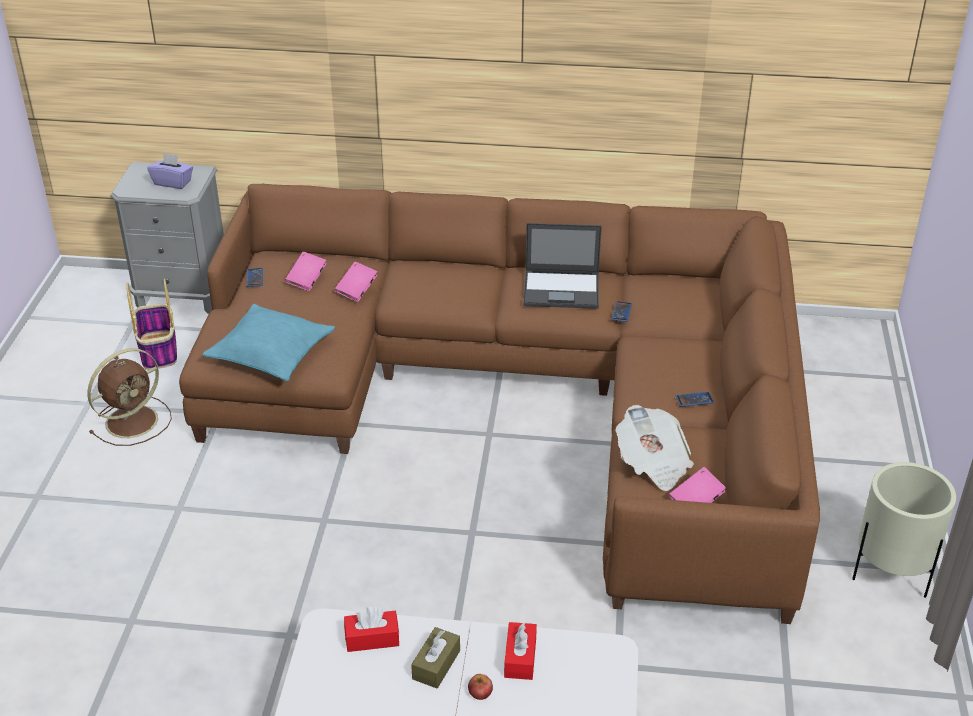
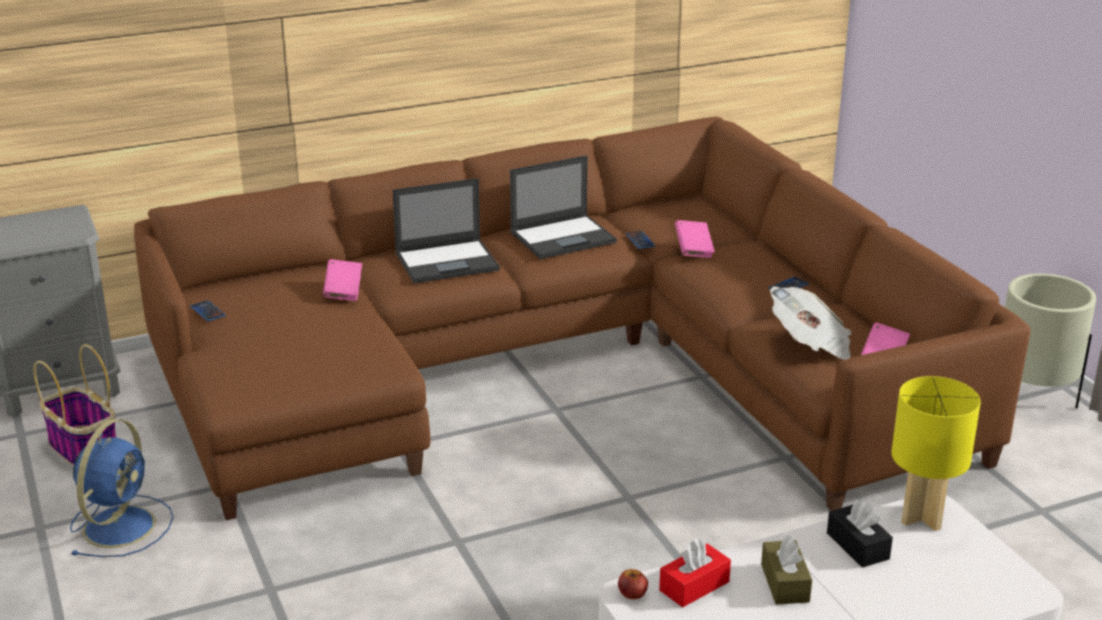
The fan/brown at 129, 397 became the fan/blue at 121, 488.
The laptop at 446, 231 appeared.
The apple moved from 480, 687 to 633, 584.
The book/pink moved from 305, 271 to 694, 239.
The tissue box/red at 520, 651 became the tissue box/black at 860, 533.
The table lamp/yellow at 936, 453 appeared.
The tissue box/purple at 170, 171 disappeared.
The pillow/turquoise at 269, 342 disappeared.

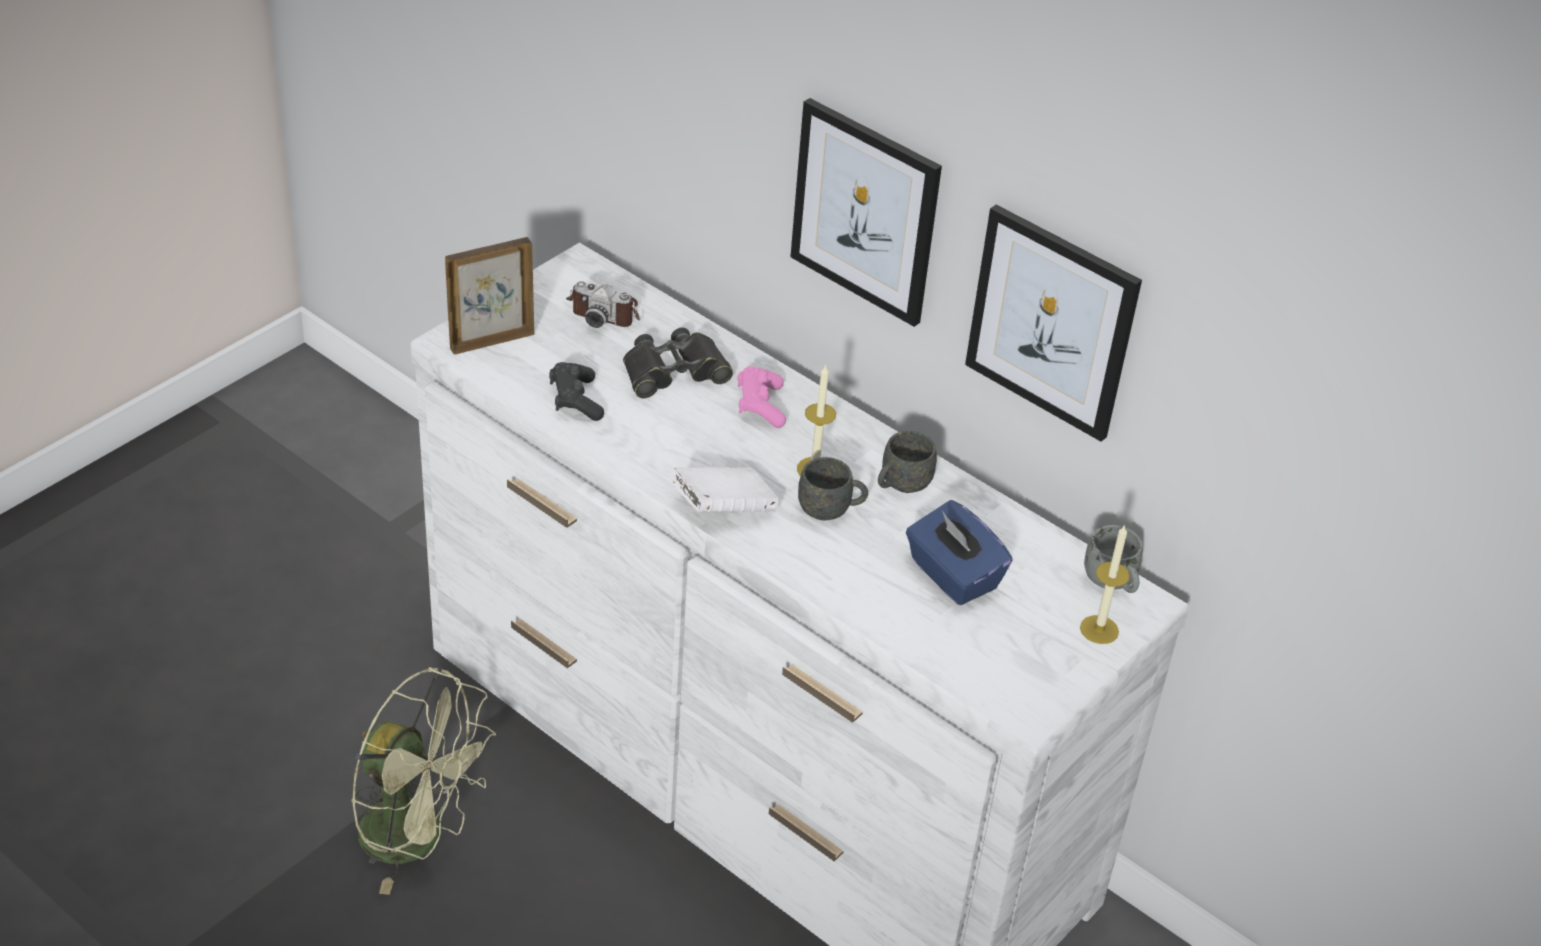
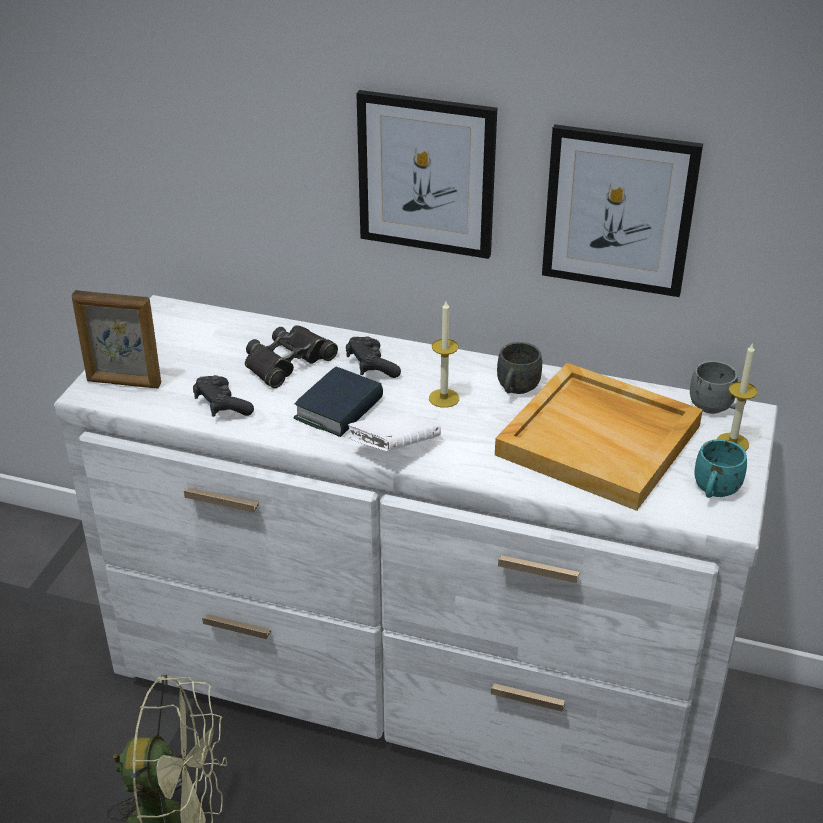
The picture frame at 489, 296 turned 120 degrees counterclockwise.
The book at 338, 402 appeared.
The game controller/pink at 762, 397 became the game controller/black at 373, 357.
The tissue box/blue at 959, 552 was replaced by the tray/beige at 599, 437.
The mug/turquoise at 720, 468 appeared.
The photo camera at 603, 304 disappeared.
The mug/grey at 833, 488 disappeared.

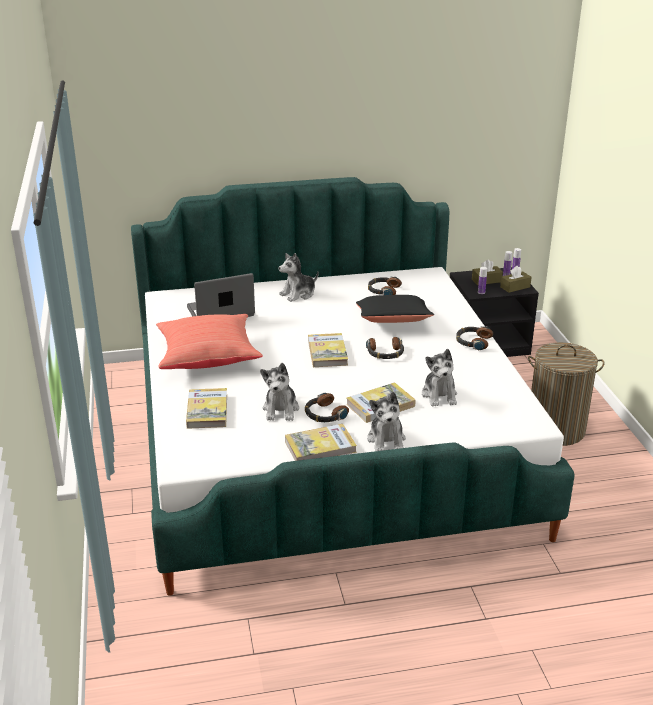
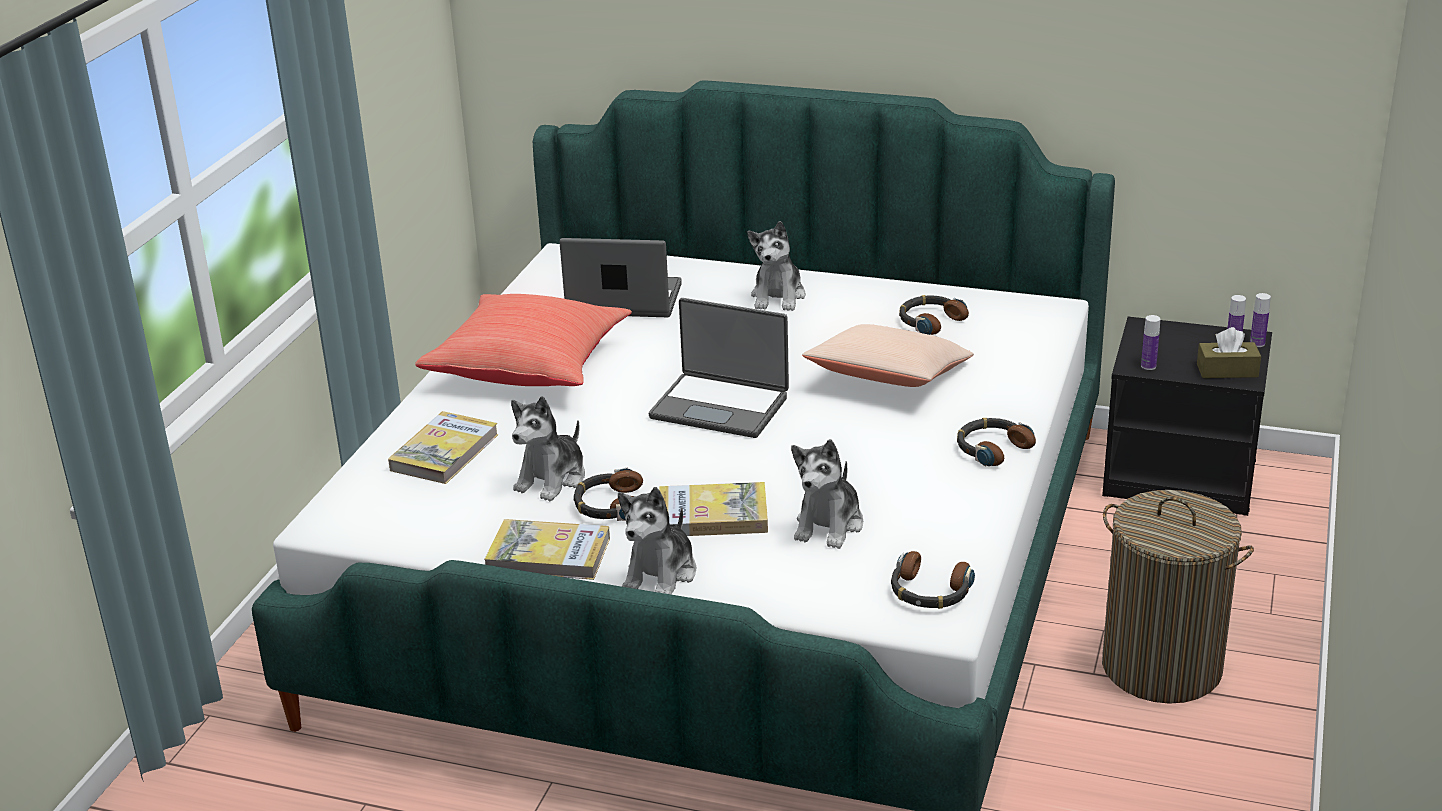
The book at 328, 350 was replaced by the laptop at 719, 368.
The plush toy at 299, 277 turned 75 degrees counterclockwise.
The pillow/black at 395, 309 became the pillow/beige at 888, 355.
The headphones moved from 385, 348 to 933, 580.
The tissue box/brown at 487, 272 disappeared.

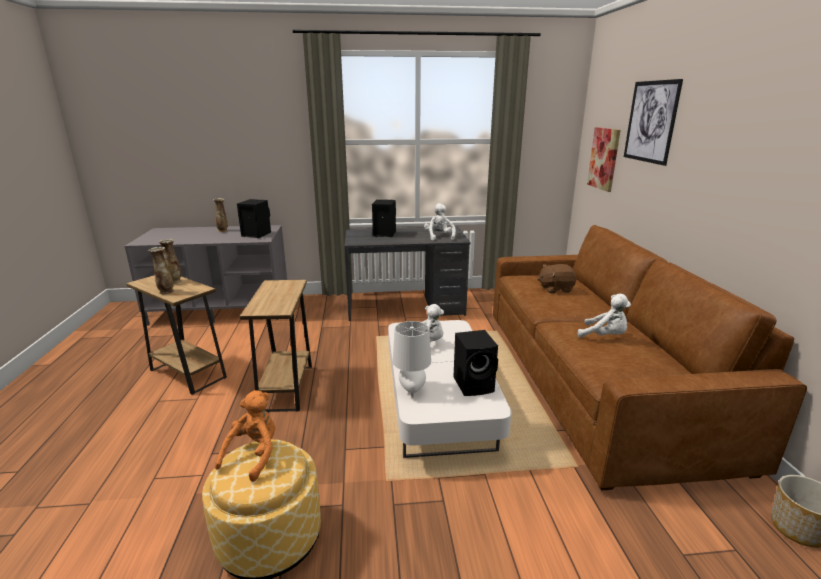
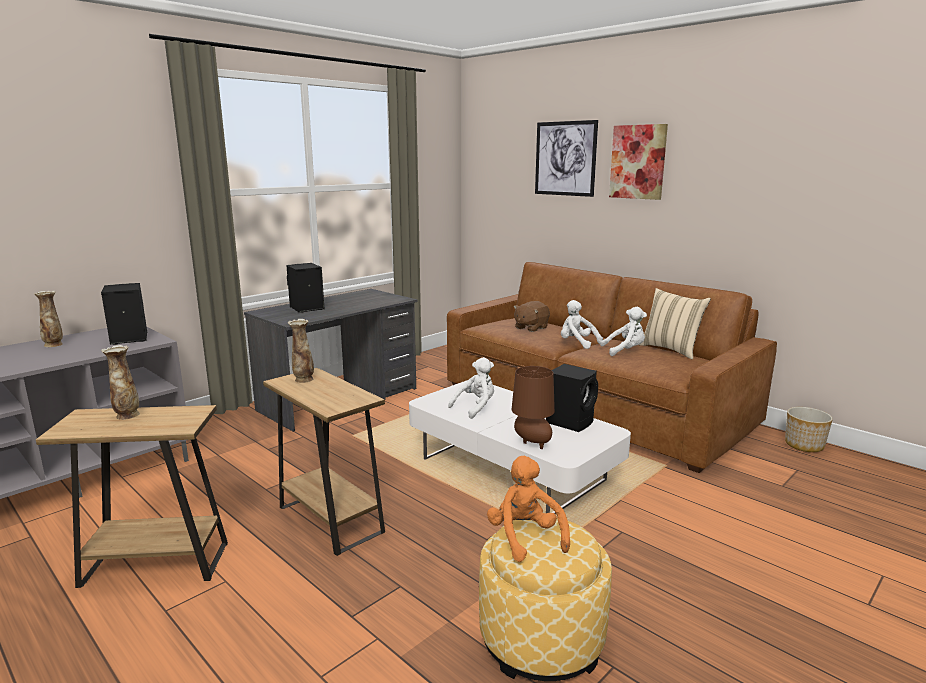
The vase moved from 161, 270 to 301, 351.
The table lamp/white at 412, 359 became the table lamp/brown at 533, 407.
The plush toy/white moved from 440, 222 to 582, 324.
The picture moved from 604, 159 to 638, 162.
The pillow/beige at 675, 323 appeared.

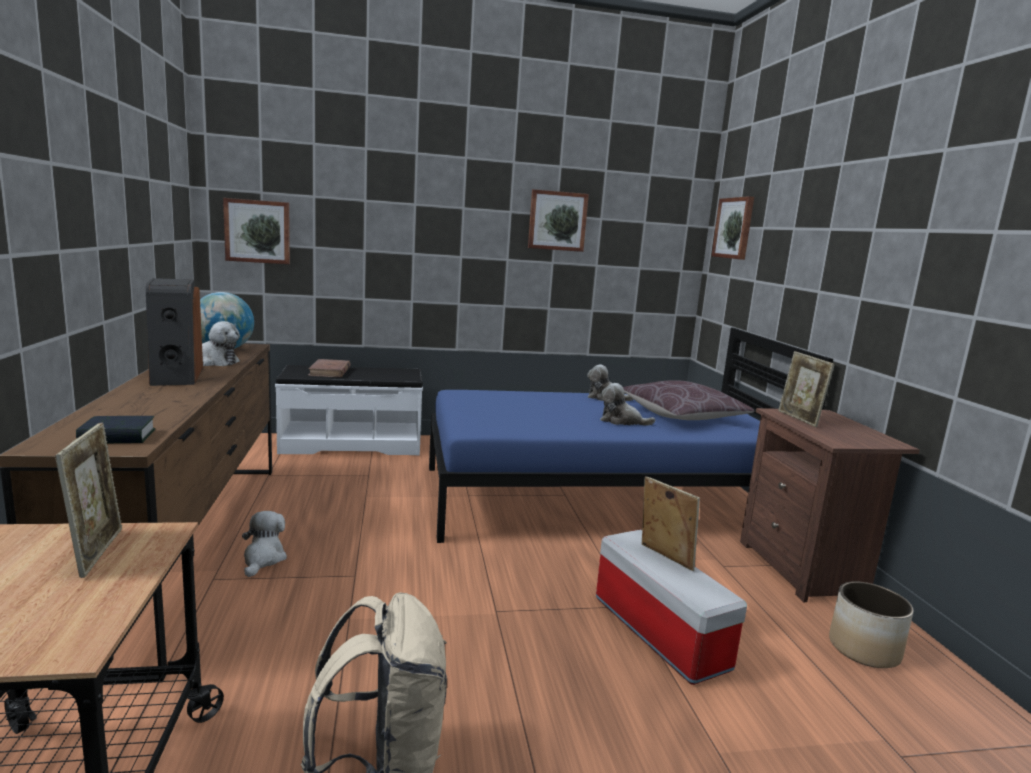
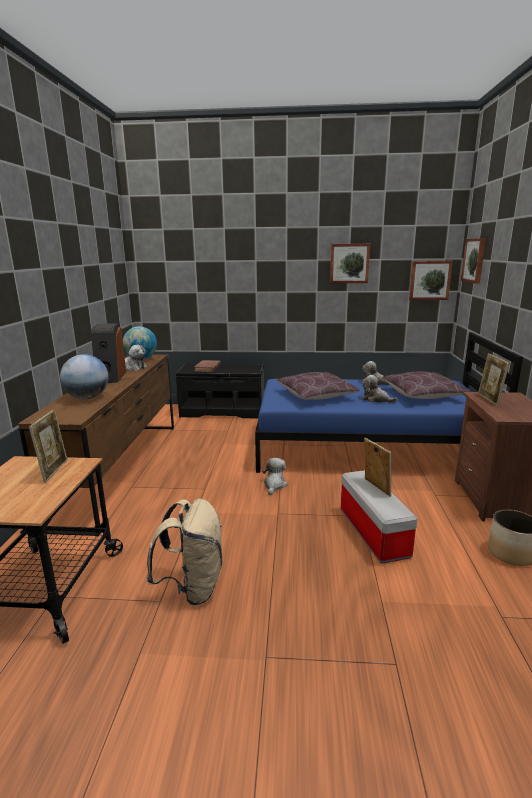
The globe at 84, 376 appeared.
The bench/white at 349, 410 became the bench/black at 220, 391.
The plush toy moved from 264, 544 to 274, 476.
The pillow/brown at 318, 386 appeared.
The picture moved from 256, 231 to 431, 280.
The book at 116, 429 disappeared.

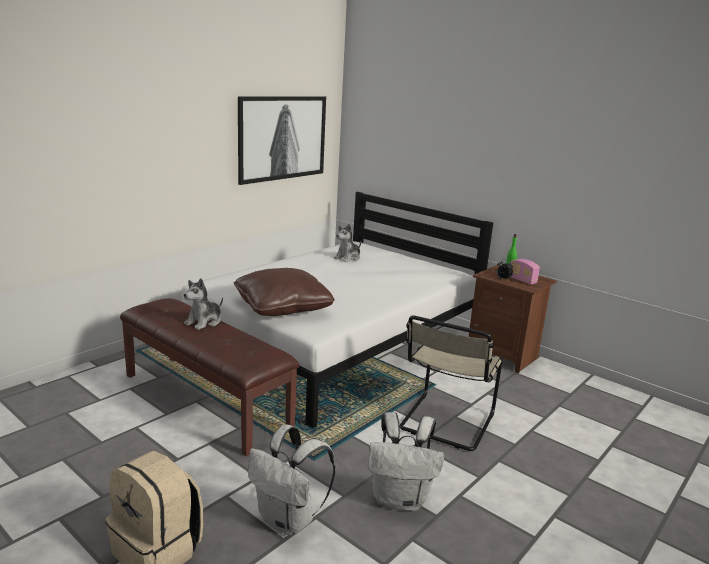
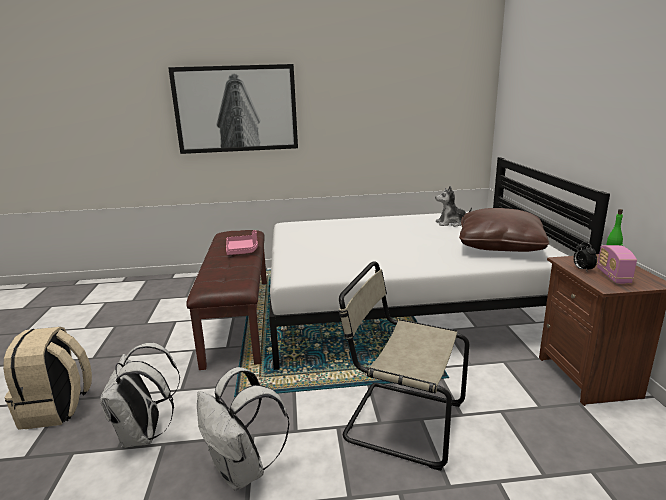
The picture moved from 282, 140 to 233, 109.
The plush toy at 203, 304 was replaced by the tray/pink at 242, 242.
The chair/beige at 451, 383 turned 45 degrees clockwise.
The pillow/brown moved from 284, 292 to 504, 230.

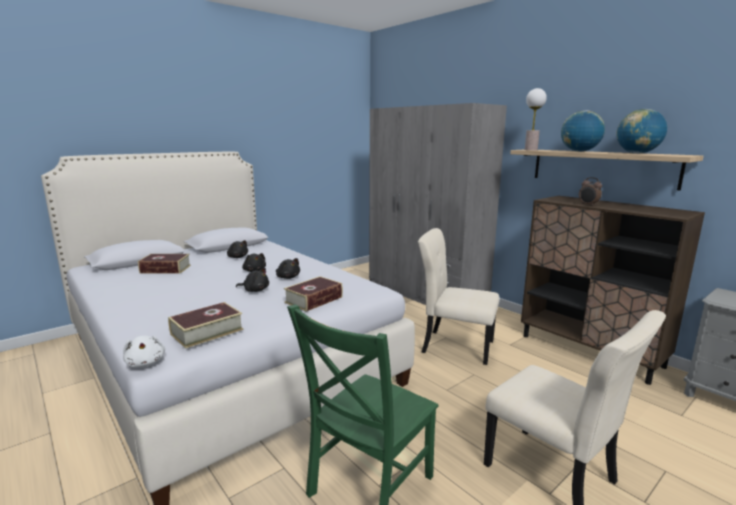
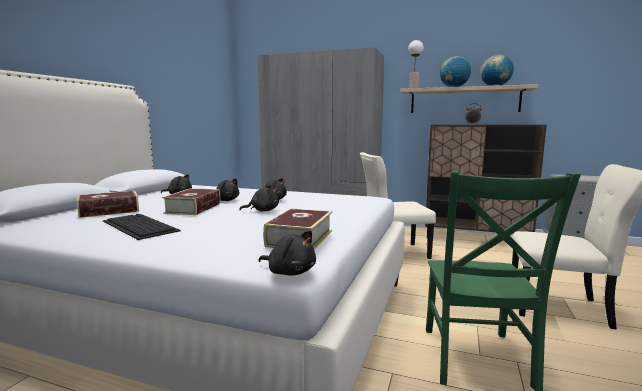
The keyboard at 142, 227 appeared.
The book moved from 313, 294 to 191, 201.
The plush toy/white at 144, 351 became the plush toy/black at 287, 253.

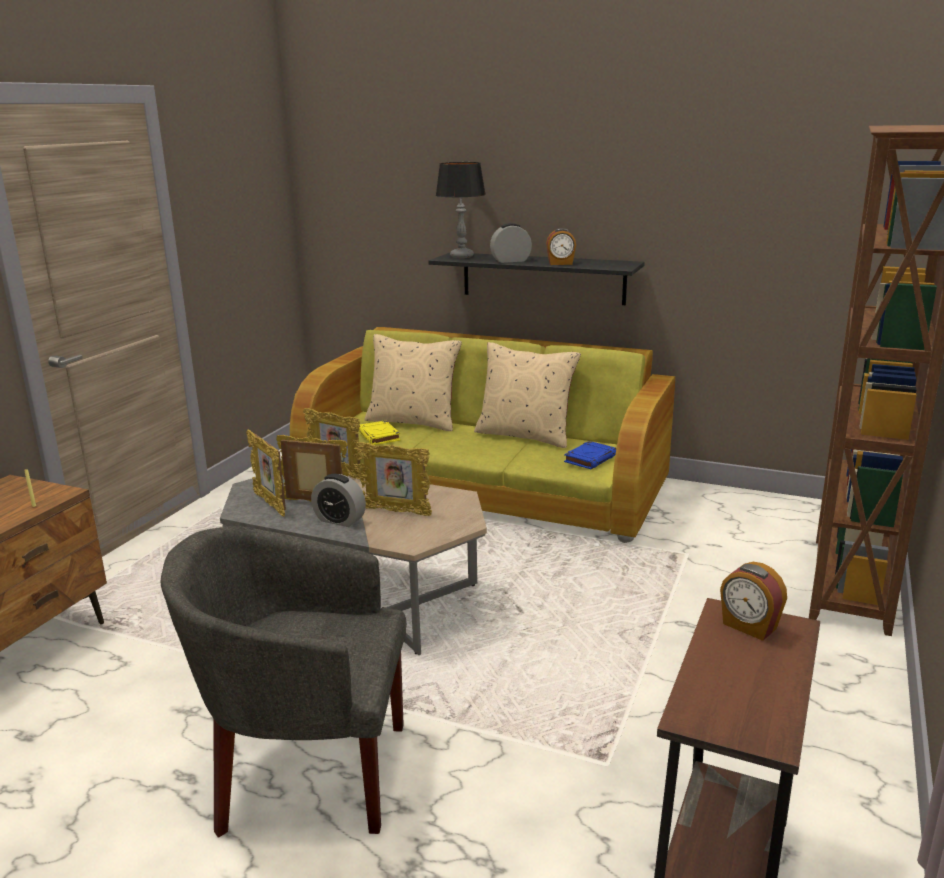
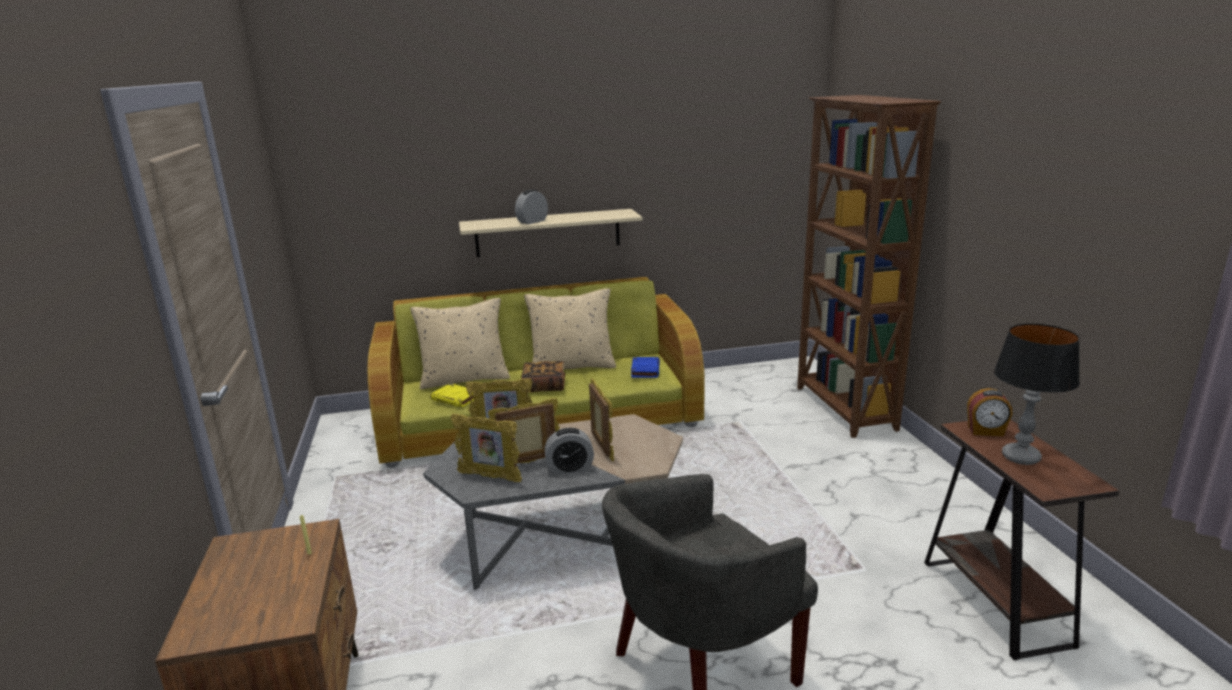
The shelf/black at 536, 279 became the shelf/beige at 551, 233.
The book at 543, 376 appeared.
The picture frame at 394, 479 turned 90 degrees counterclockwise.
The table lamp moved from 461, 210 to 1037, 394.
The alarm clock at 561, 246 disappeared.

